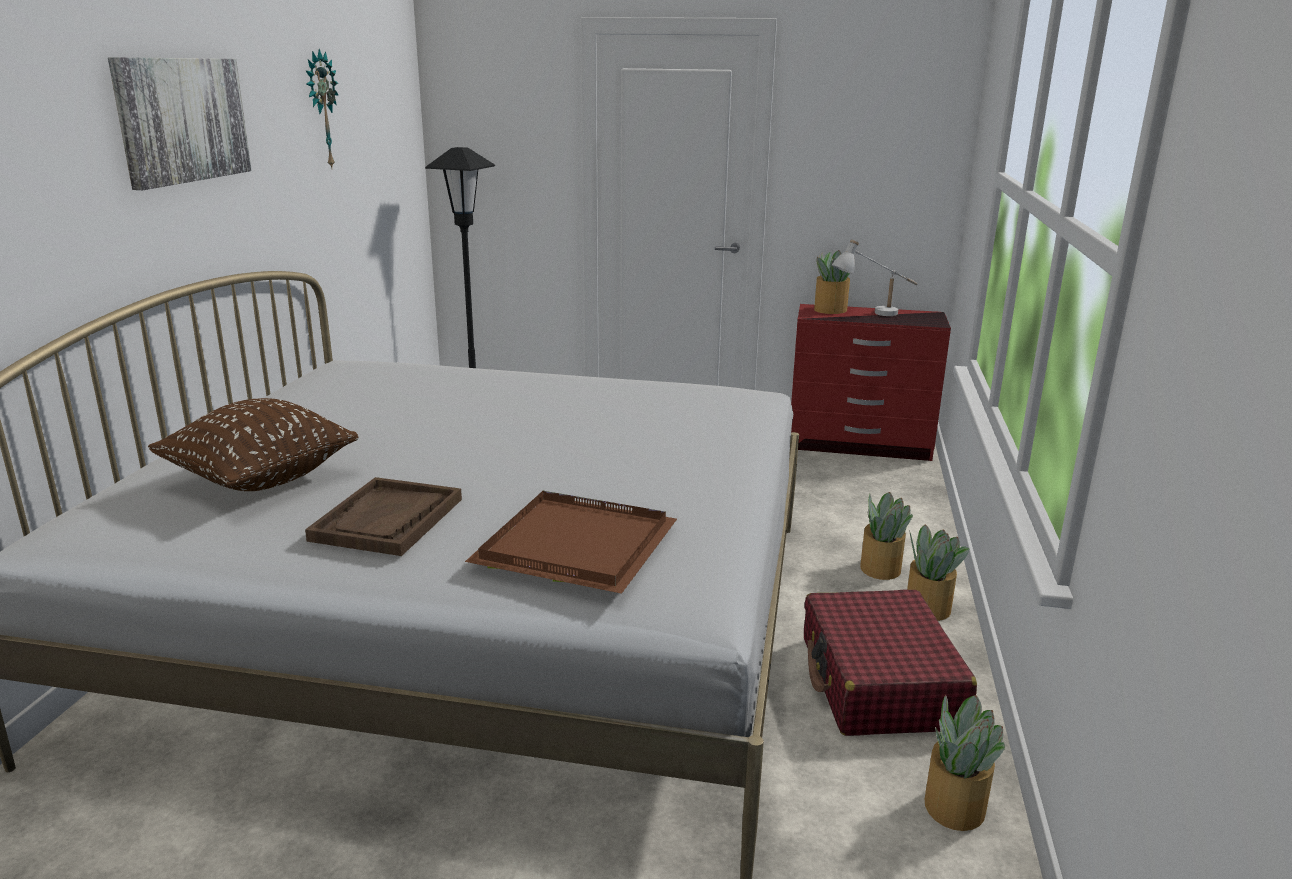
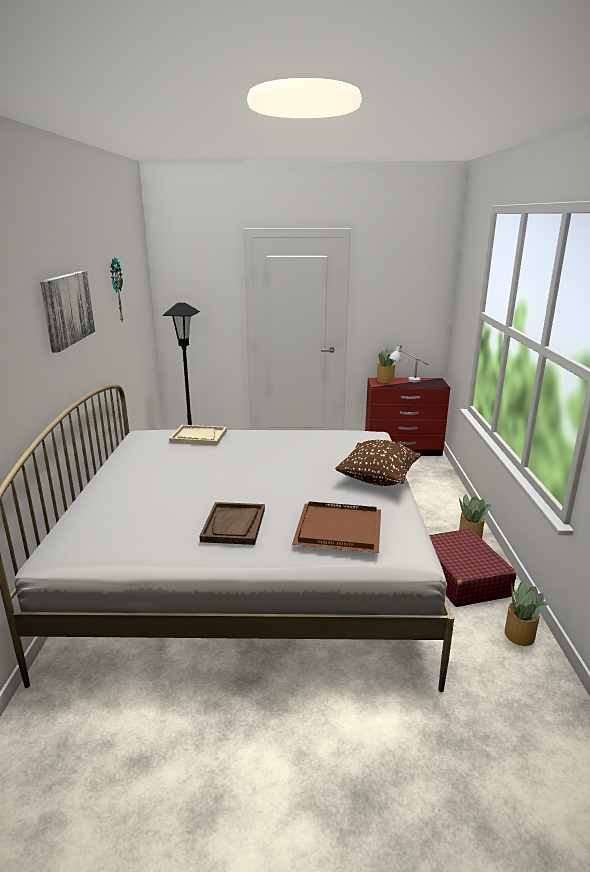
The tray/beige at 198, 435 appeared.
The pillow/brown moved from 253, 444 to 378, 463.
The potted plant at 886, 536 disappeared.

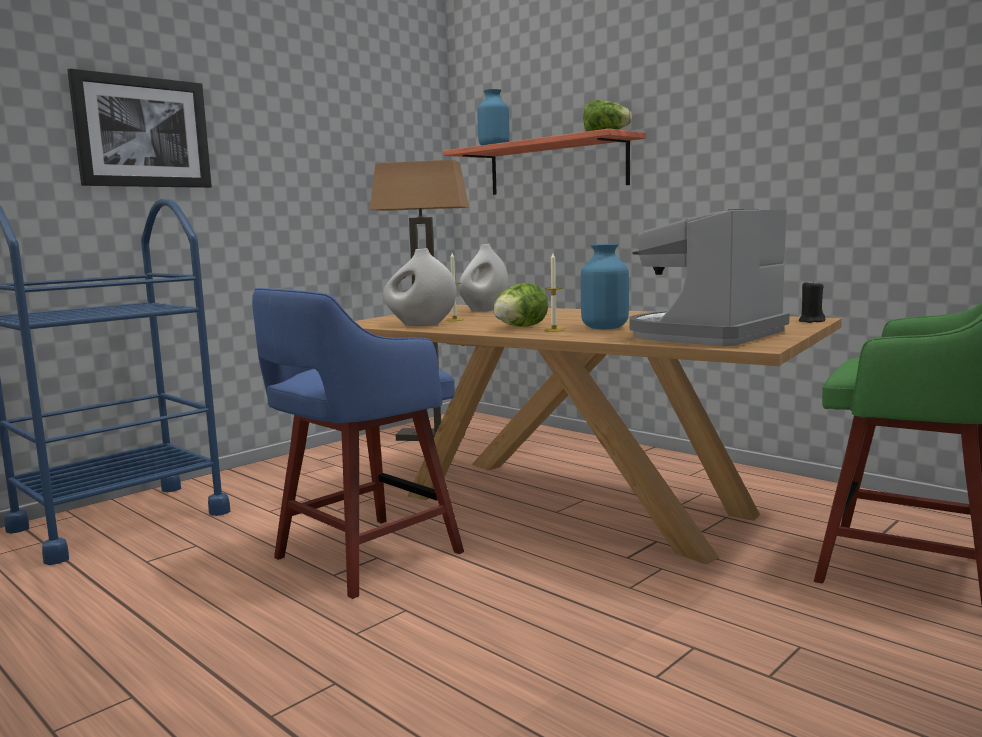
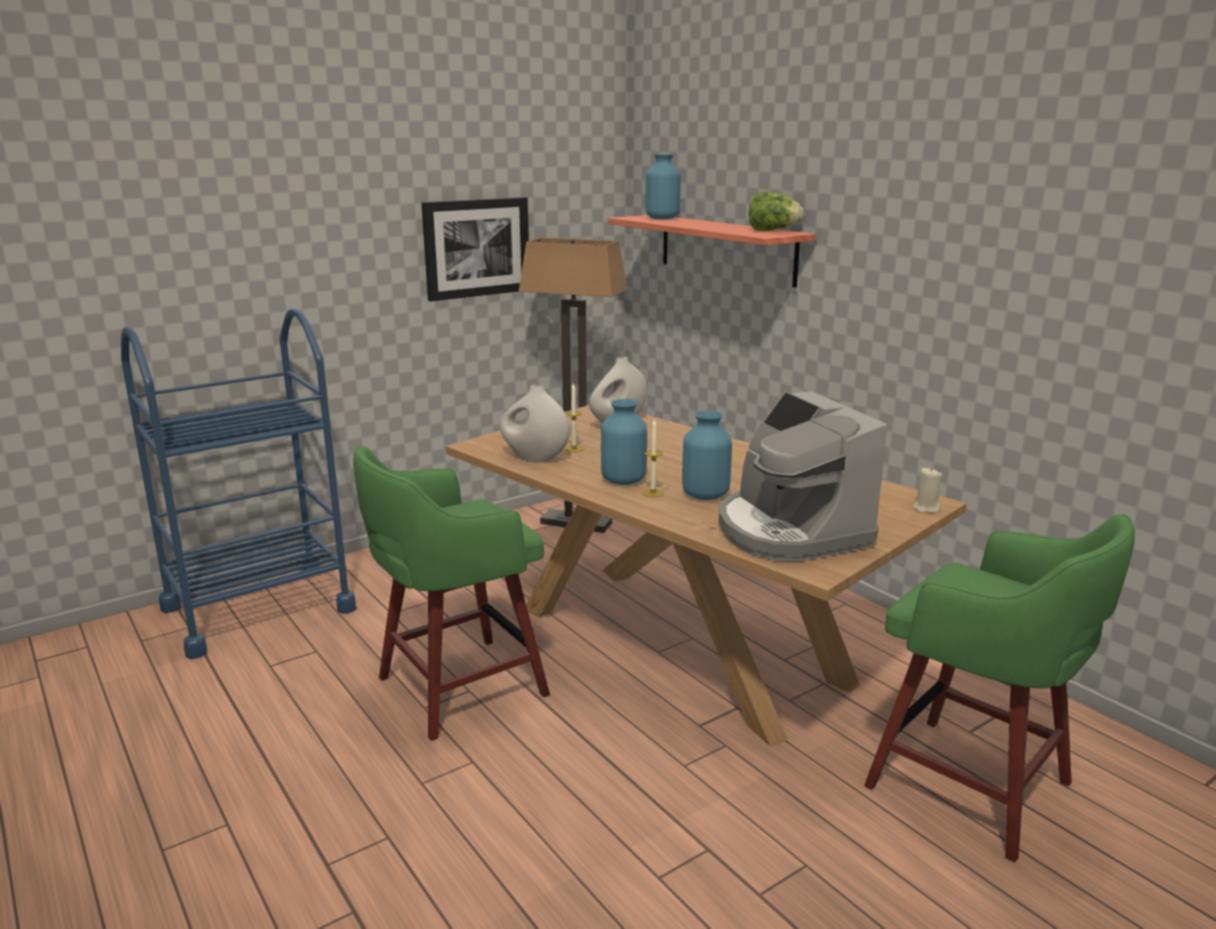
The stool/blue at 358, 443 became the stool/green at 451, 593.
The picture moved from 139, 128 to 475, 249.
The lettuce at 520, 305 was replaced by the vase/blue at 624, 442.
The coffee machine at 709, 277 turned 75 degrees counterclockwise.
The candle/black at 812, 301 became the candle/beige at 927, 490.

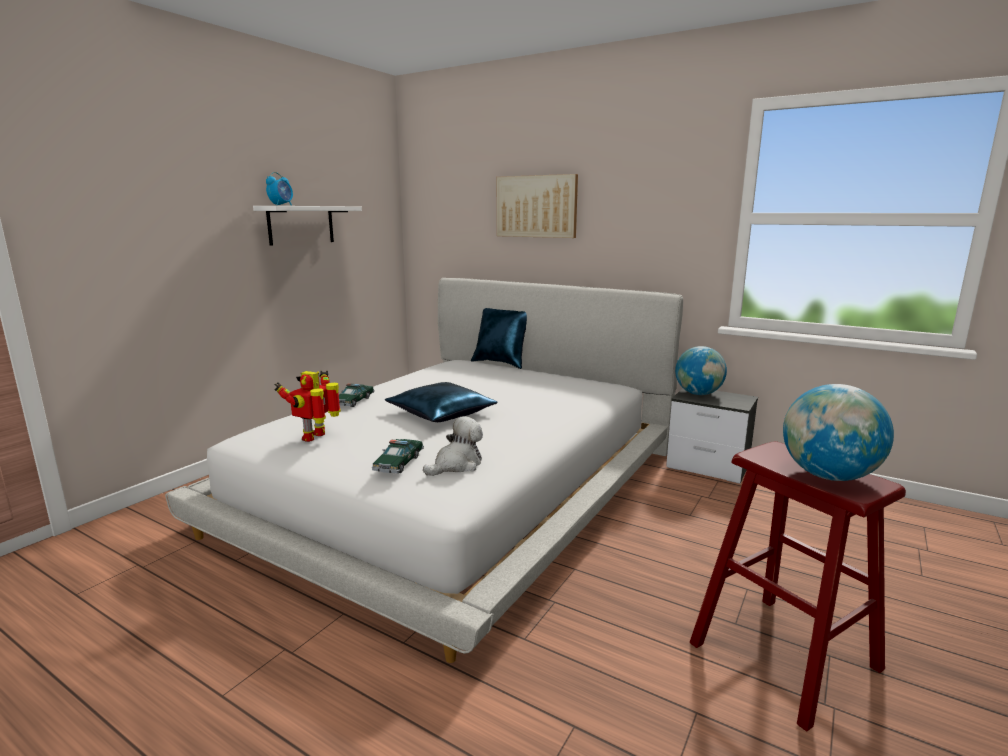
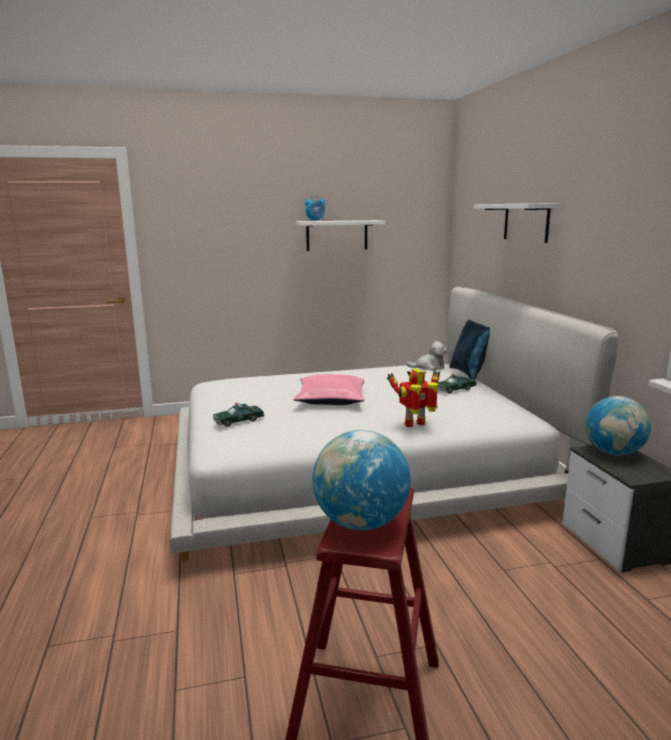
The pillow/blue at 441, 402 became the pillow/pink at 329, 389.
The toy robot moved from 307, 406 to 413, 397.
The plush toy moved from 453, 446 to 426, 356.
The toy car moved from 357, 395 to 457, 384.
The picture at 537, 206 was replaced by the shelf/white at 517, 223.

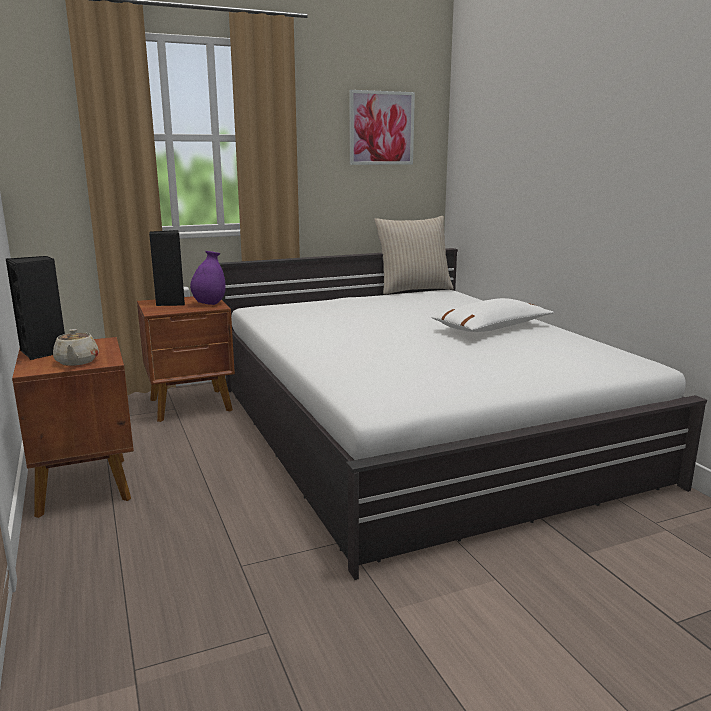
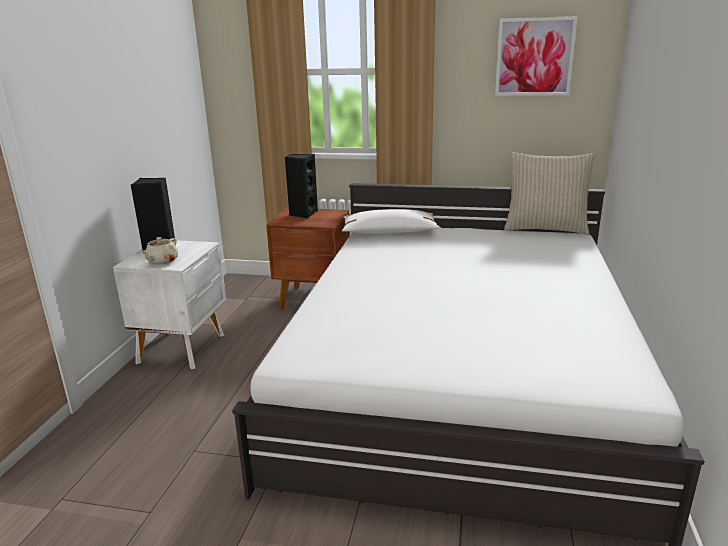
The nightstand/brown at 73, 427 became the nightstand/white at 169, 305.
The pillow/white moved from 492, 315 to 391, 221.
The vase/purple at 208, 278 disappeared.

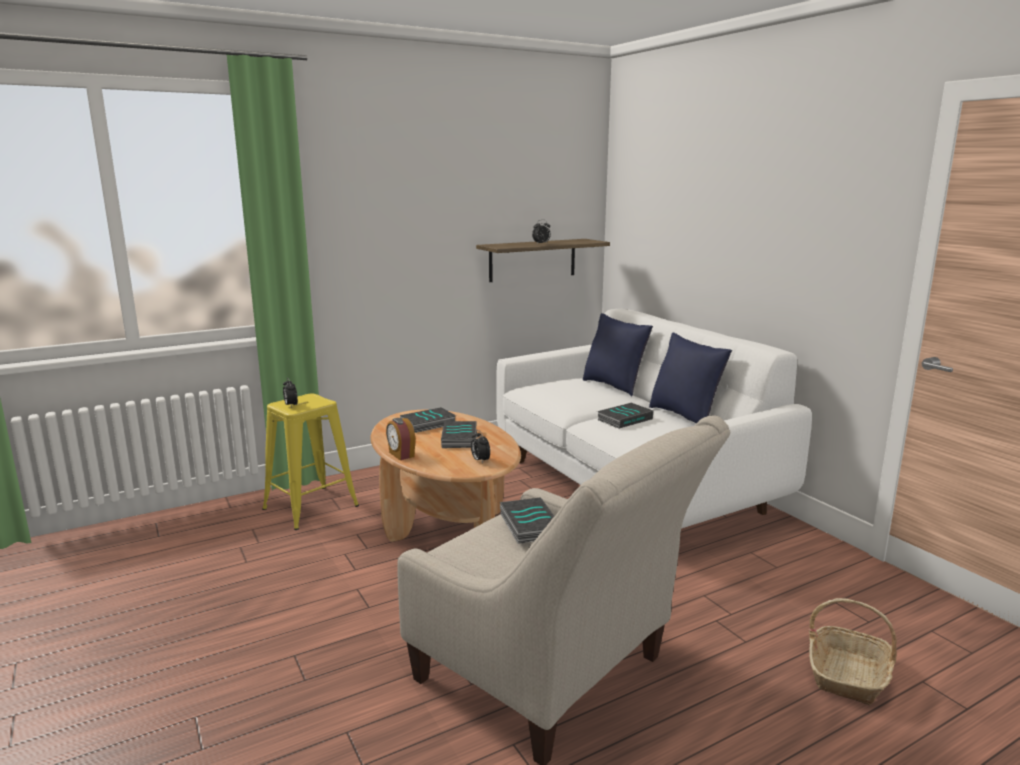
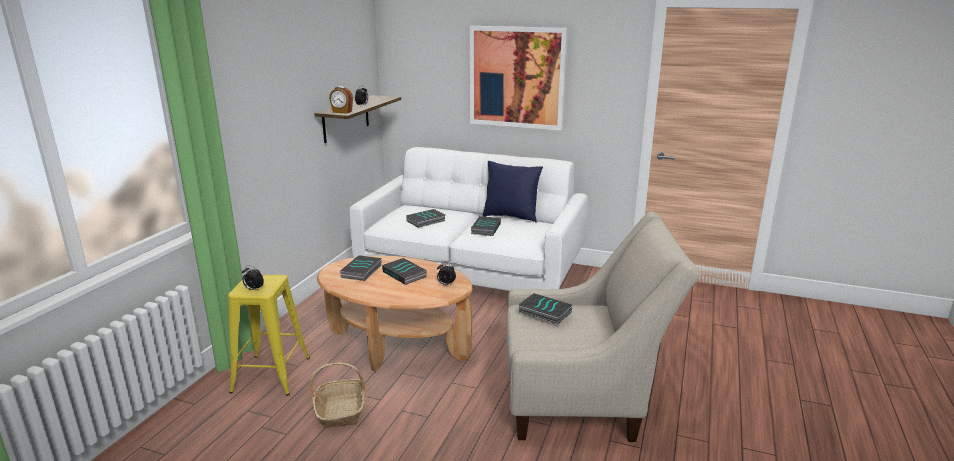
The basket moved from 853, 651 to 337, 395.
The alarm clock moved from 400, 439 to 341, 99.
The book at 425, 218 appeared.
The picture at 518, 78 appeared.
The pillow/blue at 618, 354 disappeared.

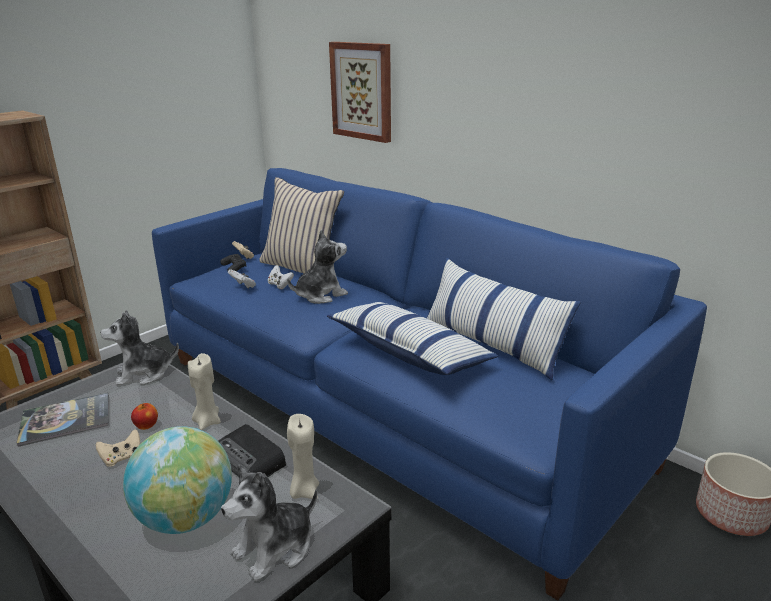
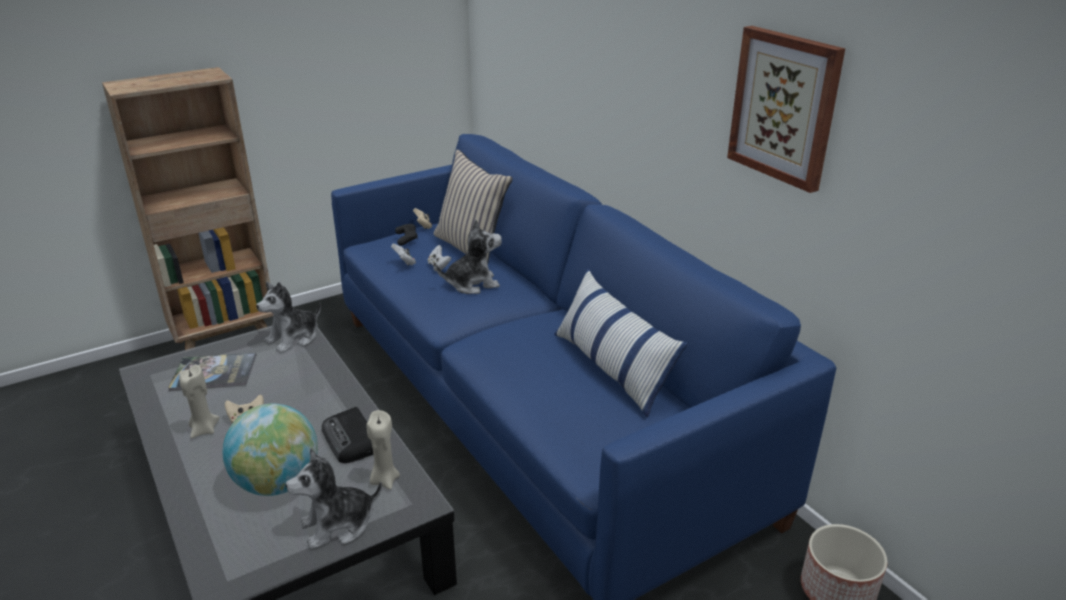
The candle/beige moved from 204, 391 to 199, 401.
The plush toy at 139, 348 turned 45 degrees counterclockwise.
The picture moved from 360, 92 to 786, 109.
The apple at 144, 416 disappeared.
The pillow at 412, 338 disappeared.

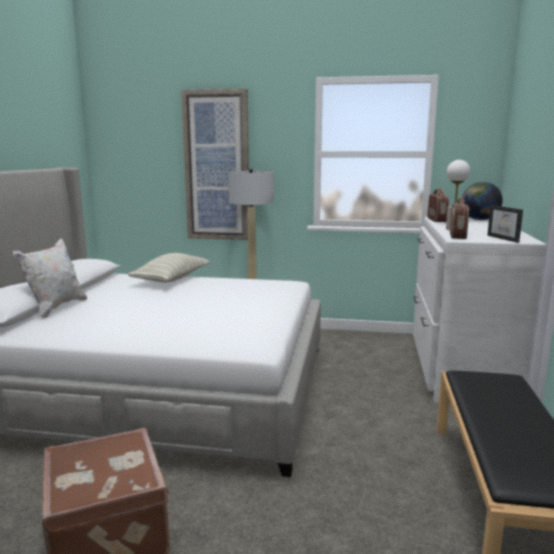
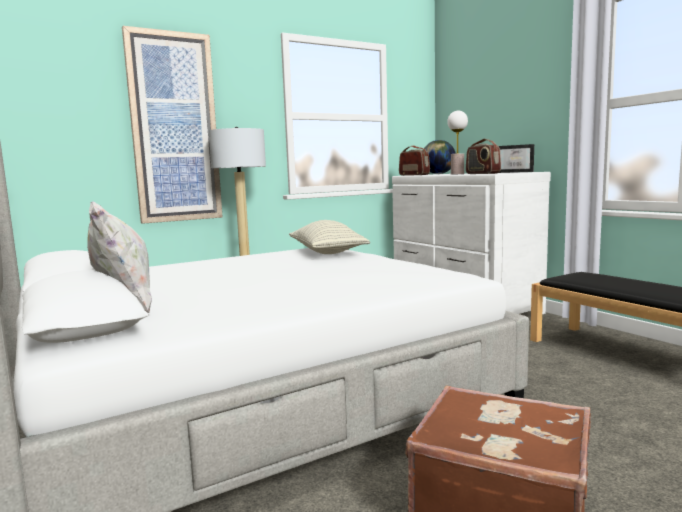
The pillow moved from 169, 268 to 329, 237.

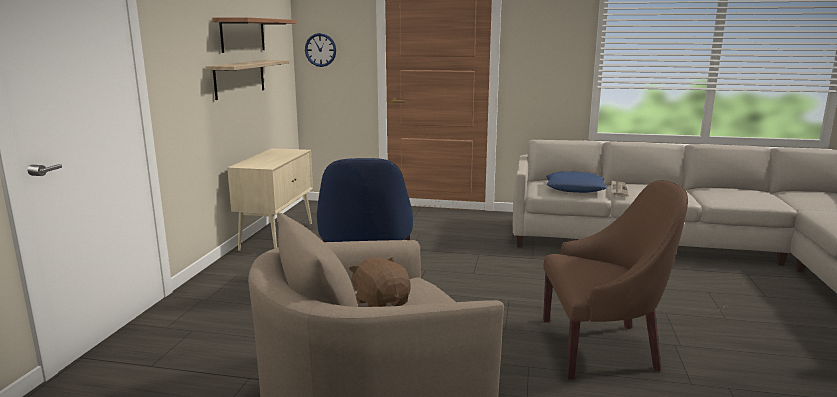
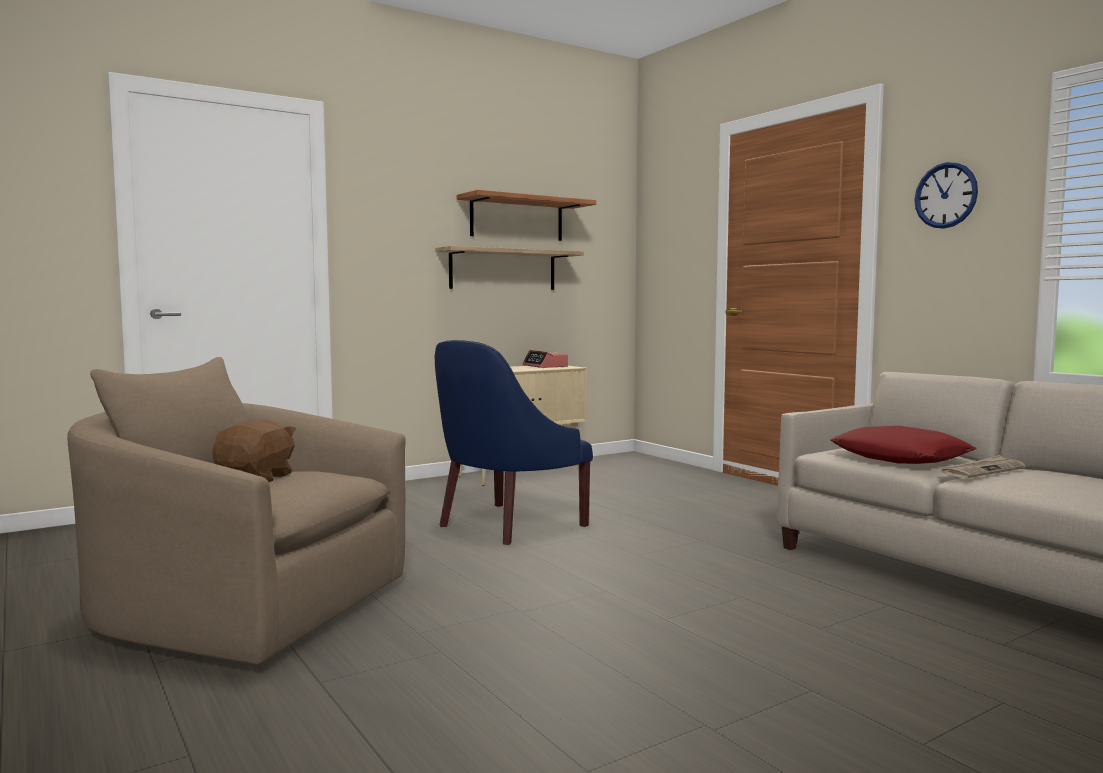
The alarm clock at 545, 359 appeared.
The pillow/blue at 577, 182 became the pillow/red at 903, 445.
The wall clock moved from 320, 50 to 946, 195.
The armchair/brown at 615, 279 disappeared.

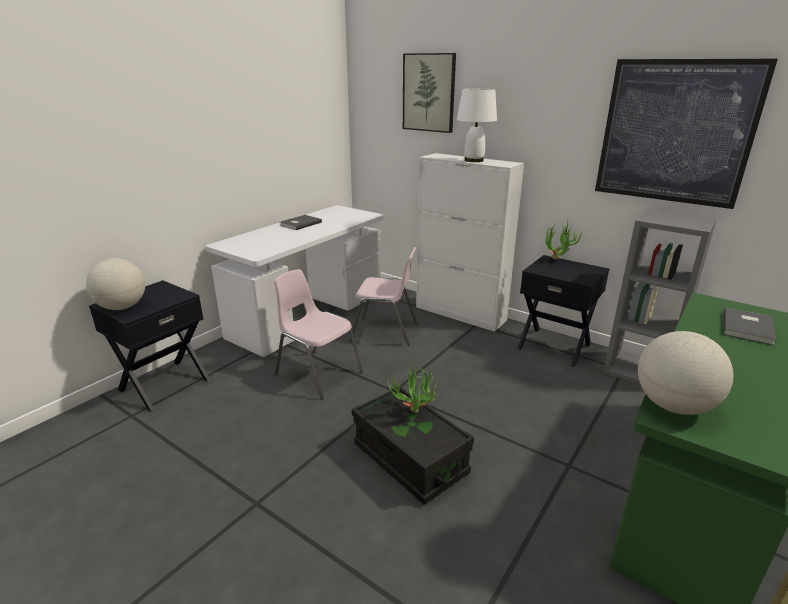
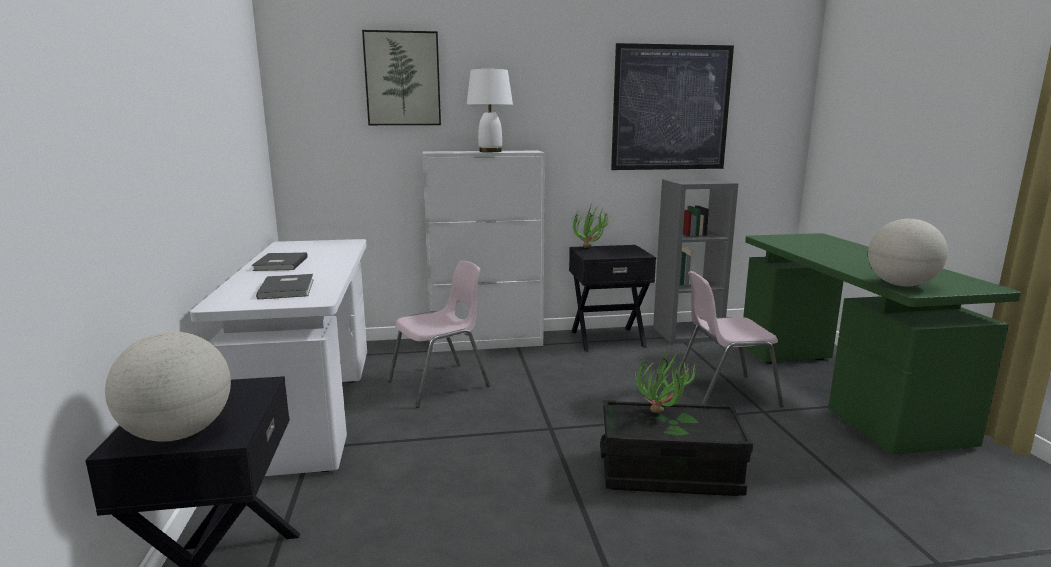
The book/grey moved from 749, 326 to 285, 286.
The chair/pink moved from 318, 334 to 730, 339.

